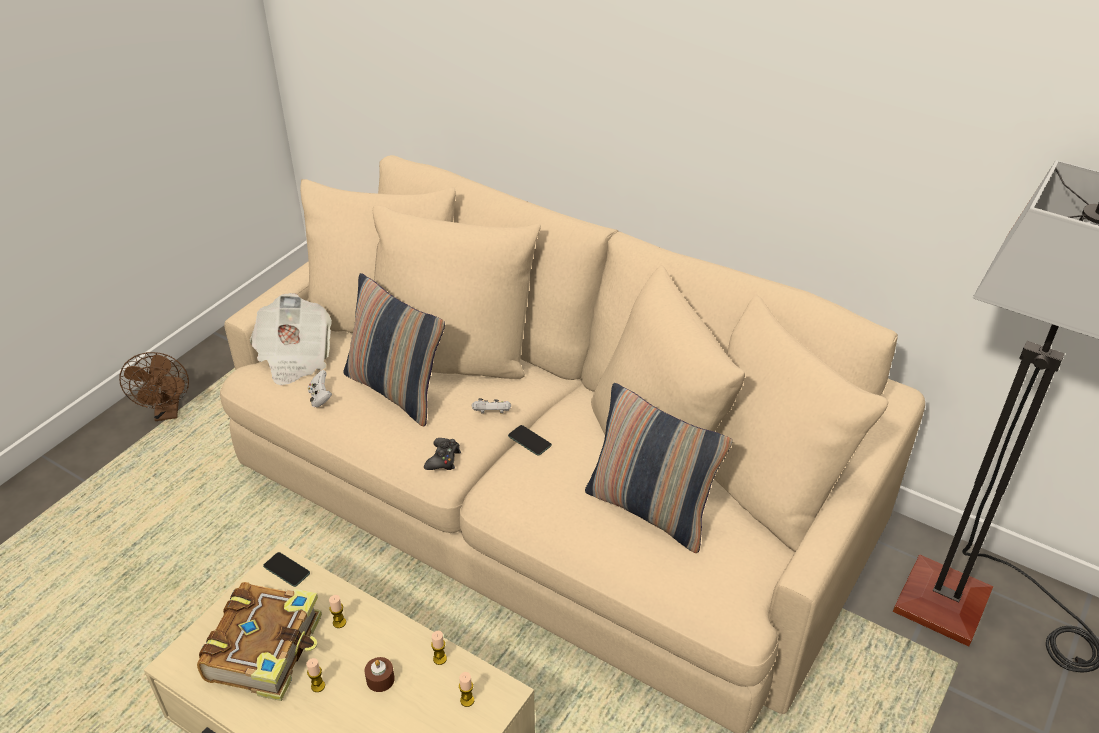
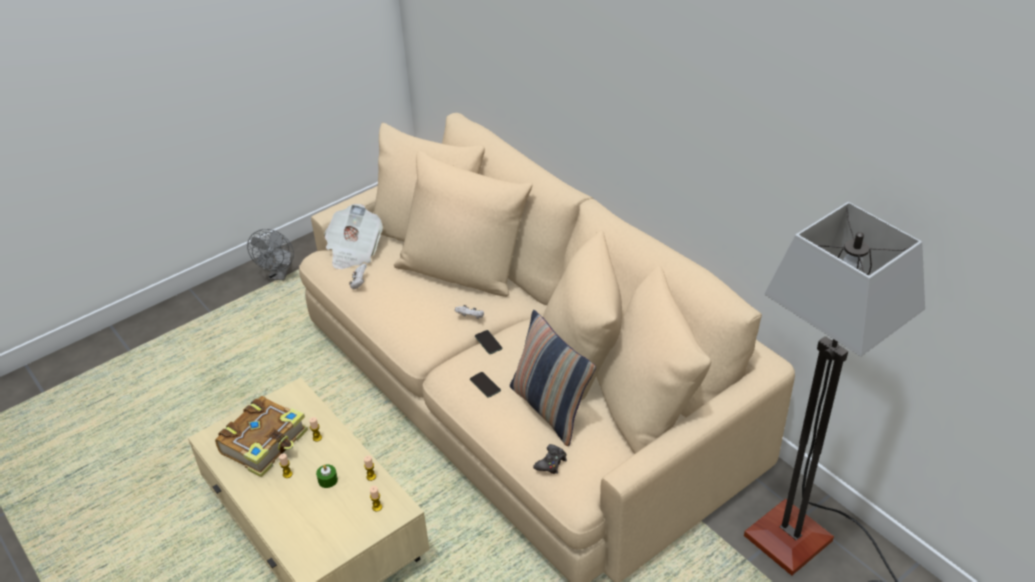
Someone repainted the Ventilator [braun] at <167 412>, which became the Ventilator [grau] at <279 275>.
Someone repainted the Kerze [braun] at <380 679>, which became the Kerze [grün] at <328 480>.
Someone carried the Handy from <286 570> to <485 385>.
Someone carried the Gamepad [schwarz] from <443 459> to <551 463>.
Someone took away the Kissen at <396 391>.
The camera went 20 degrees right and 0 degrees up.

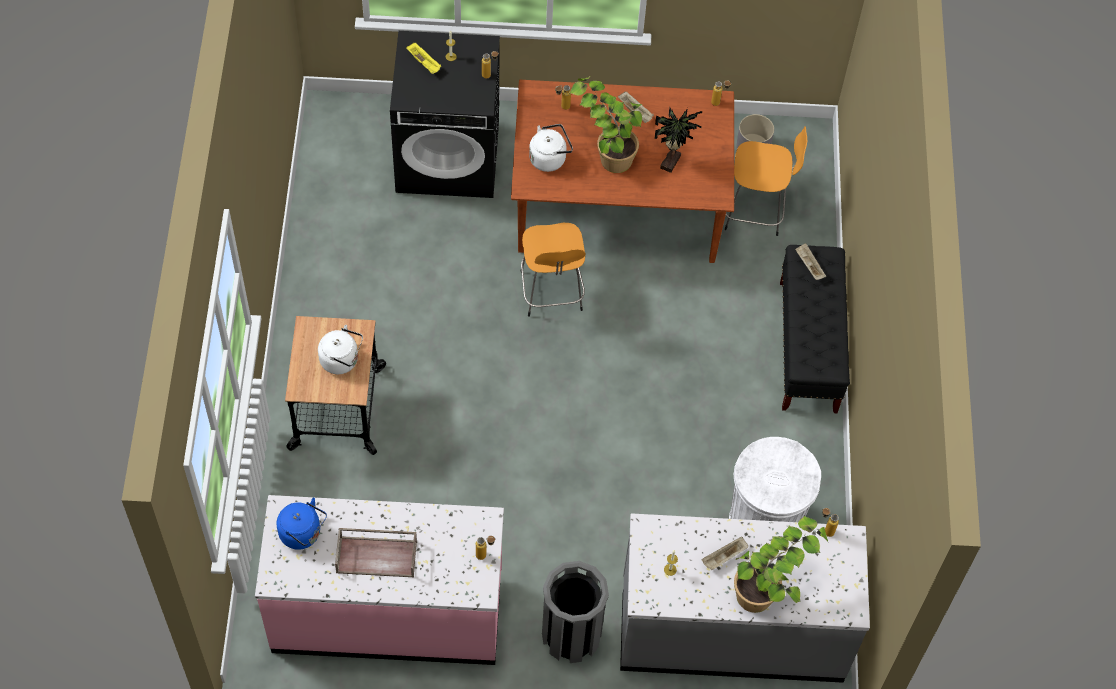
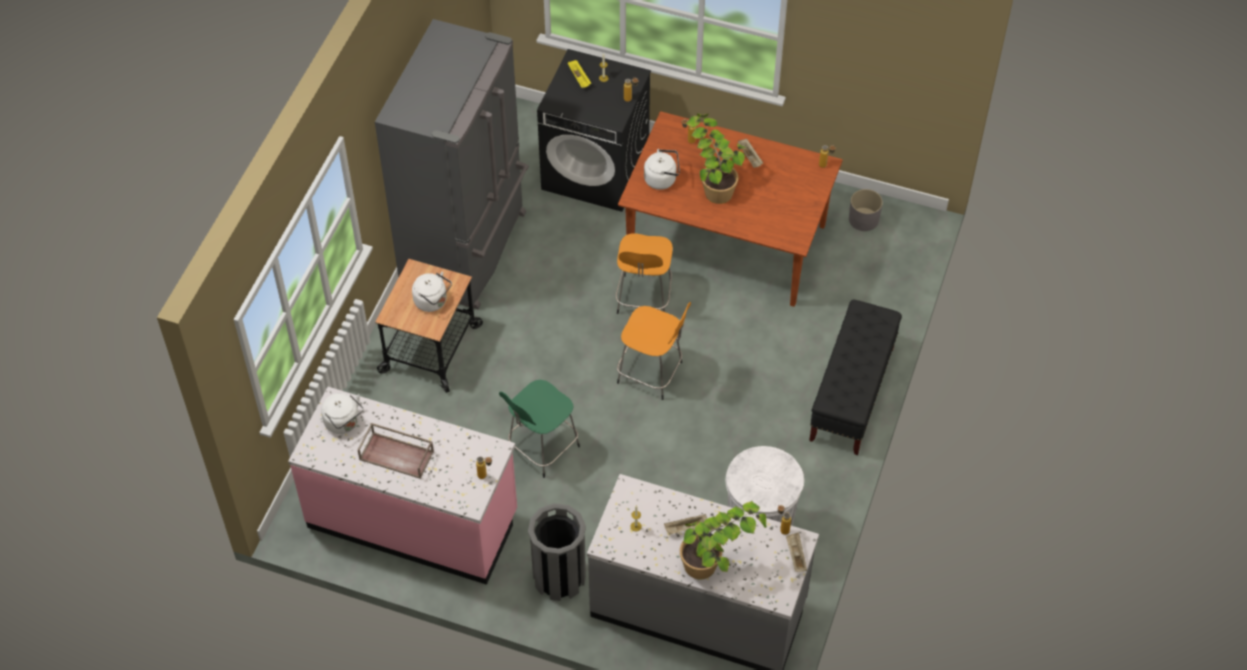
Someone repainted the Wasserkessel [blau] at <303 534>, which became the Wasserkessel [weiß] at <344 423>.
Someone put down the Kühlschrank [grau] at <467 250>.
Someone put down the Hocker [grün] at <541 448>.
Someone carried the Hocker [orange] from <755 211> to <652 373>.
Someone carried the Tablett [beige] from <809 266> to <795 555>.
Someone took away the Topfpflanze at <672 162>.
The camera went 20 degrees right and 5 degrees down.

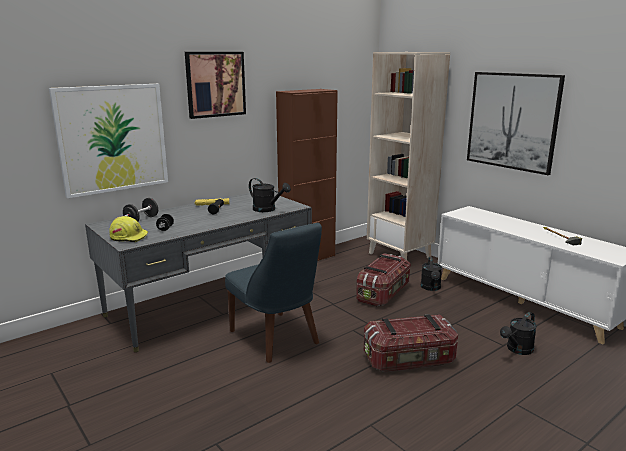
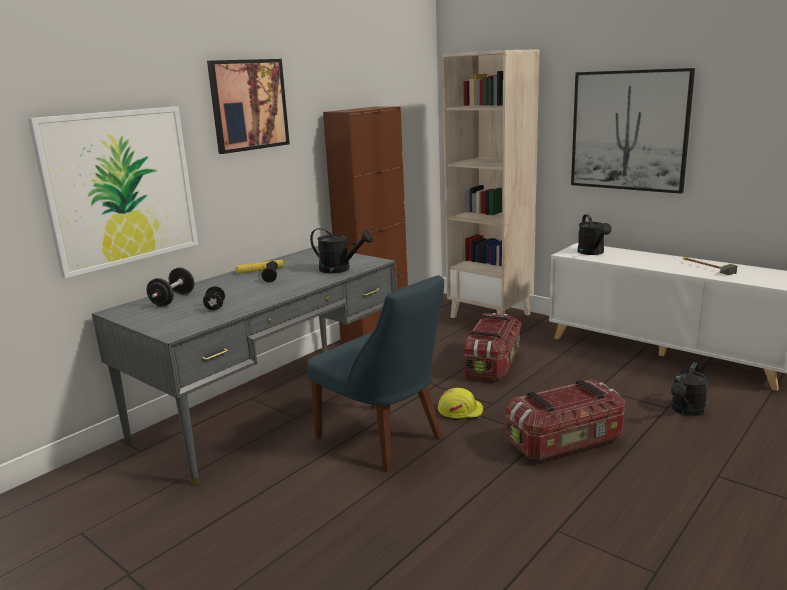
Someone carried the Schutzhelm [gelb] from <129 237> to <460 411>.
Someone carried the Gießkanne [schwarz] from <431 288> to <593 253>.
The camera went 10 degrees left and 0 degrees up.

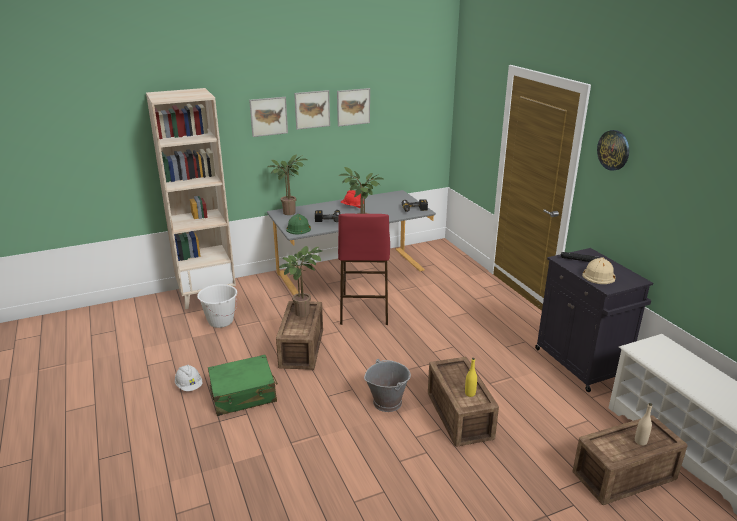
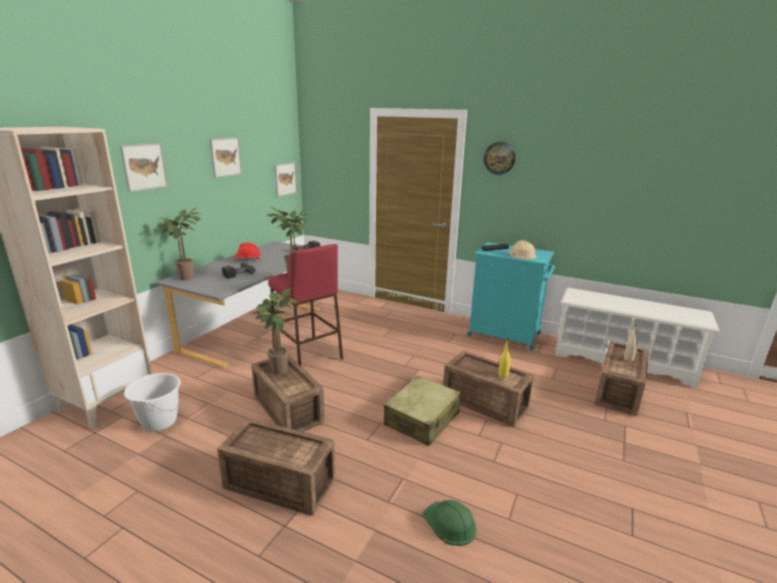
Someone swapped the Koffer [grün] at <243 394> for the Kiste at <279 482>.
Someone carried the Bild from <312 109> to <285 179>.
Someone swapped the Eimer [grau] at <387 402> for the Koffer [beige] at <422 419>.
Someone carried the Schutzhelm [grün] from <298 228> to <449 523>.
Someone repainted the Schrank [schwarz] at <581 365>, which became the Schrank [türkis] at <505 335>.
Someone took away the Schutzhelm [weiß] at <189 386>.
The camera went 40 degrees left and 5 degrees down.

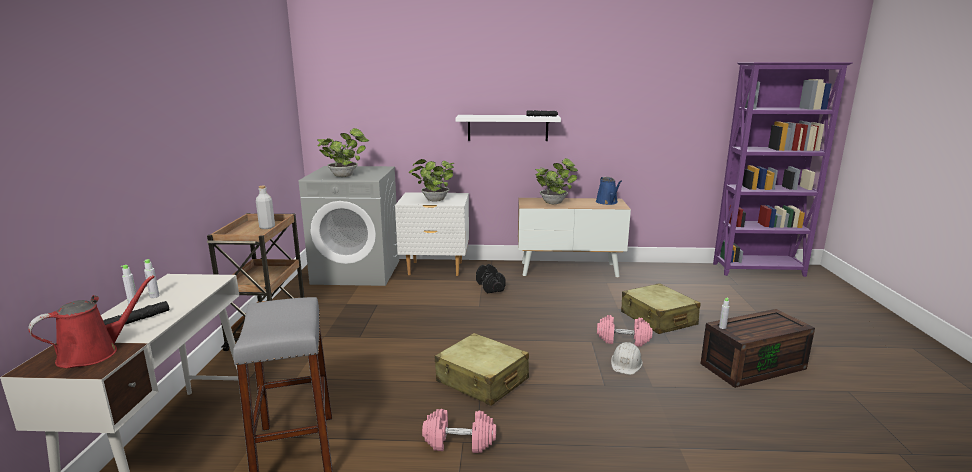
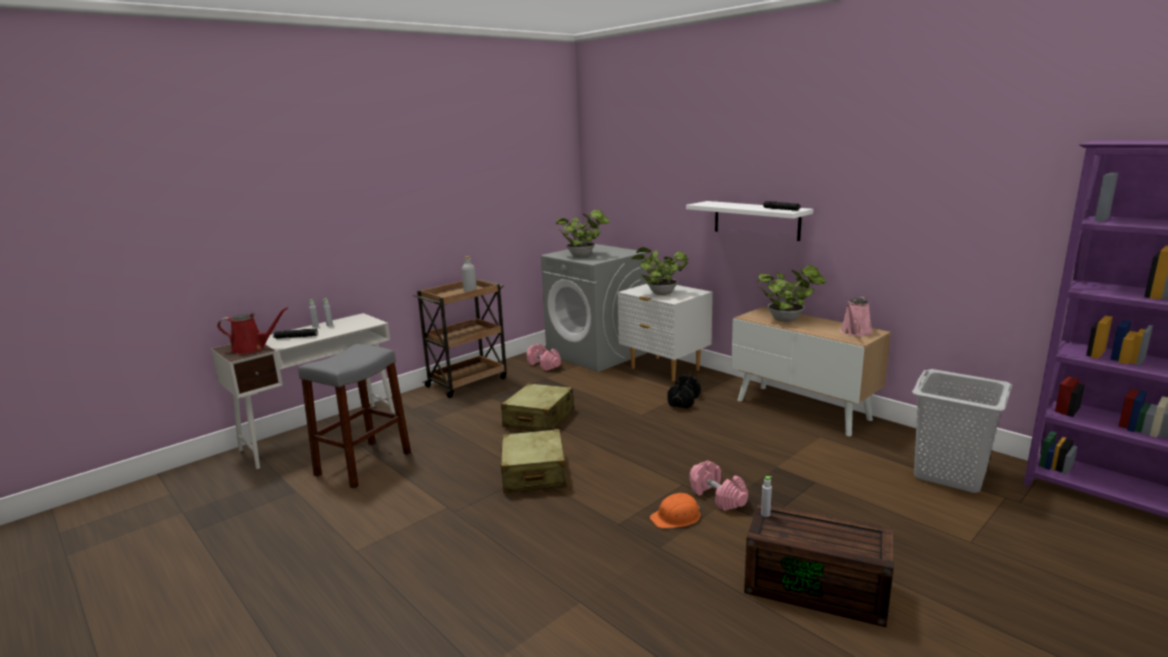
Someone carried the Koffer [beige] from <658 319> to <538 419>.
Someone carried the Hantel [rosa] from <459 442> to <544 365>.
Someone repainted the Schutzhelm [weiß] at <626 363>, which became the Schutzhelm [orange] at <676 517>.
Someone repainted the Gießkanne [blau] at <607 202>, which became the Gießkanne [rosa] at <855 332>.
Someone put down the Wäschekorb [grau] at <950 475>.
The camera went 45 degrees right and 0 degrees up.

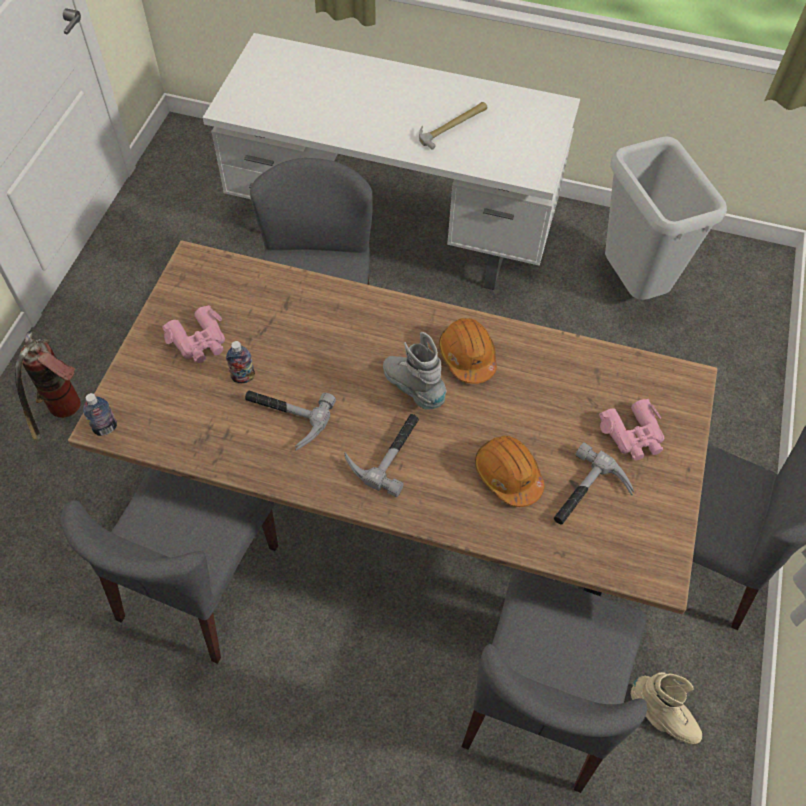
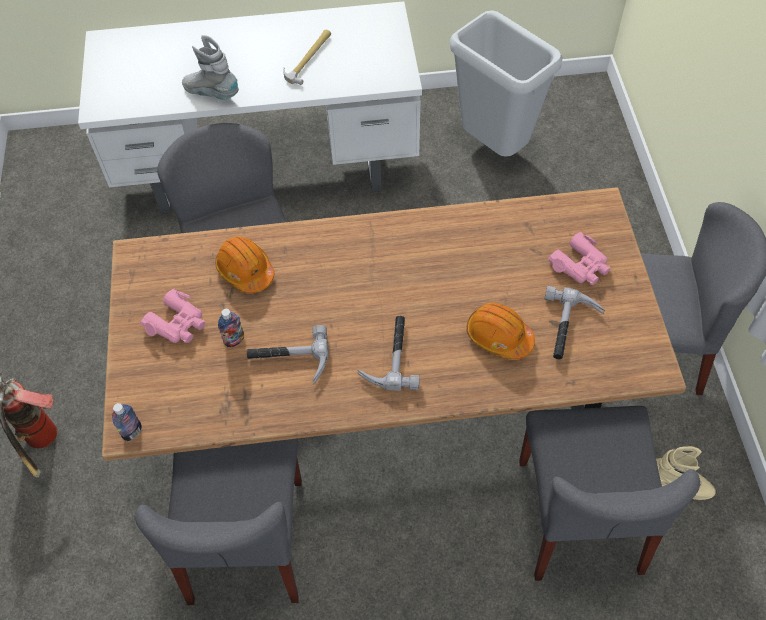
Someone carried the Stiefel [grau] from <413 388> to <212 93>.
Someone carried the Schutzhelm [orange] from <467 356> to <245 270>.
The camera went 20 degrees left and 0 degrees up.

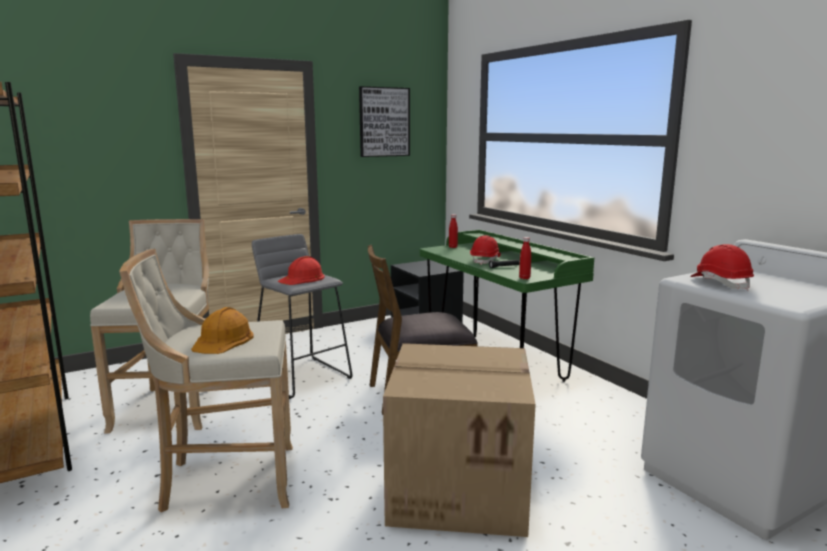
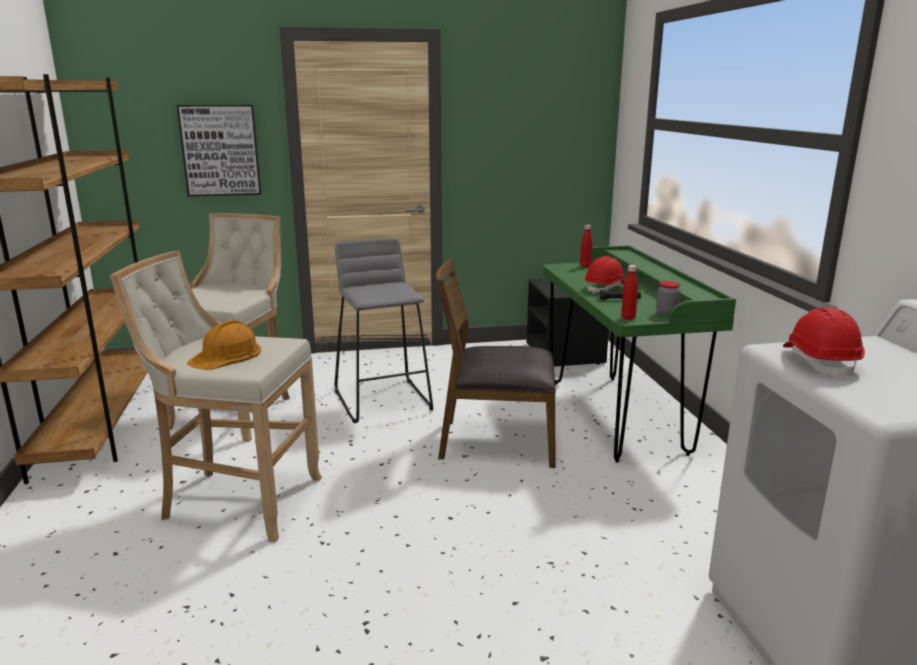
Someone carried the Bild from <384 122> to <220 150>.
Someone put down the Vorratsglas at <666 313>.
Someone took away the Schutzhelm [rot] at <302 278>.
Someone took away the Karton at <460 488>.
The camera went 20 degrees right and 5 degrees up.

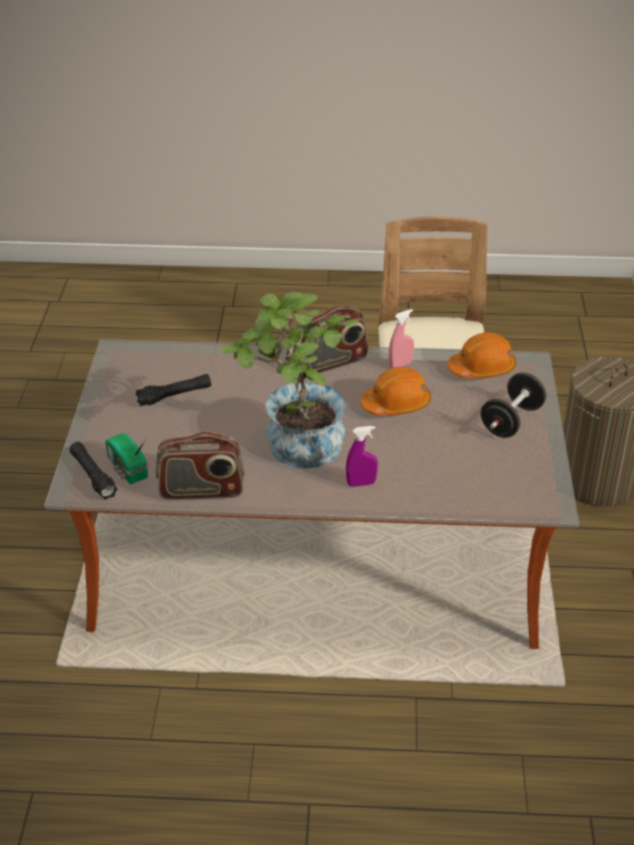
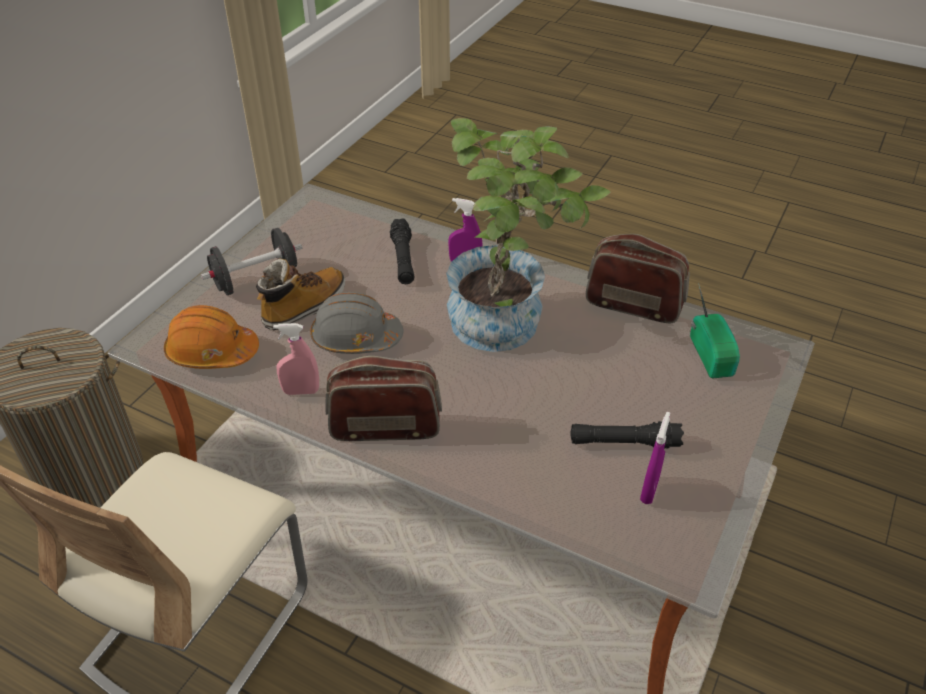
Someone put down the Stiefel at <304 307>.
Someone repainted the Schutzhelm [orange] at <396 404>, which became the Schutzhelm [grau] at <356 338>.
Someone carried the Taschenlampe [schwarz] from <93 476> to <403 259>.
Someone put down the Sprühflasche [lila] at <649 490>.
The camera went 155 degrees left and 5 degrees up.

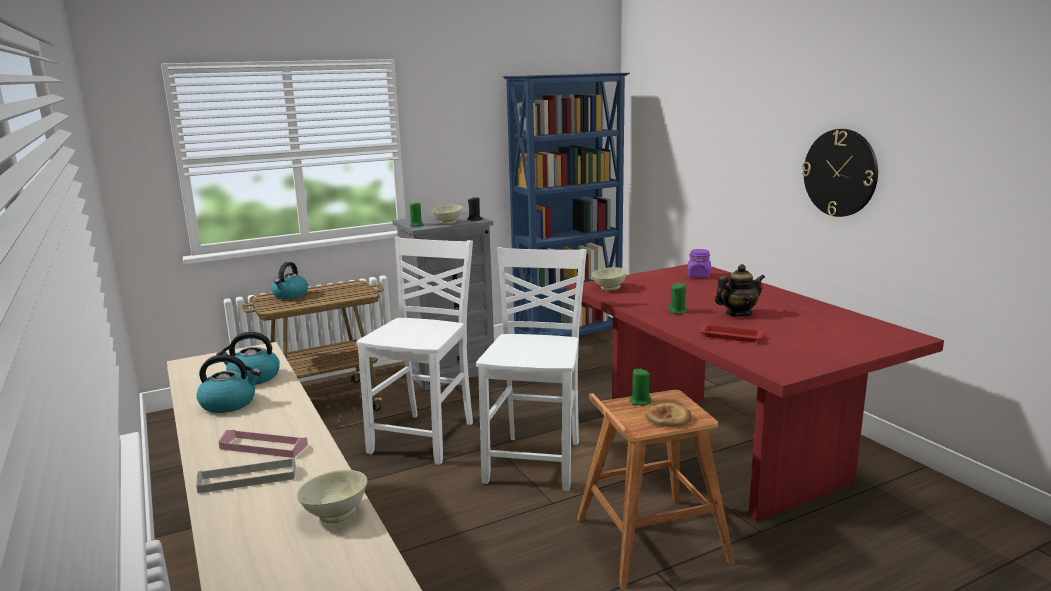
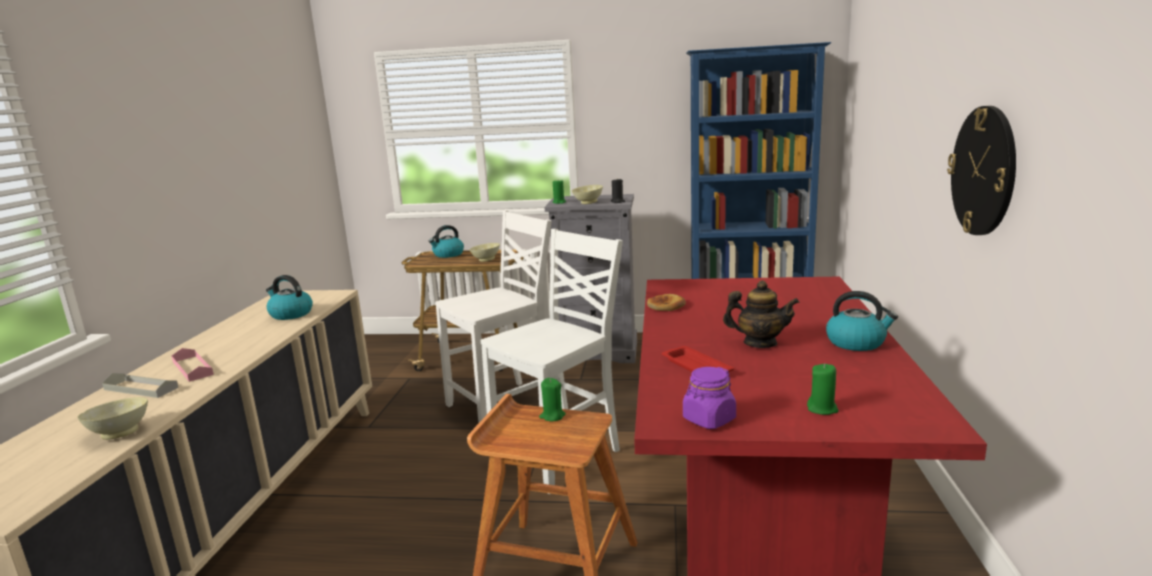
Someone carried the Schüssel [beige] from <609 288> to <485 260>.
Someone carried the Brot from <669 419> to <666 306>.
Someone carried the Vorratsglas [lila] from <698 276> to <709 419>.
Someone carried the Kerze [grün] from <678 311> to <822 409>.
Someone carried the Wasserkessel from <229 403> to <856 342>.
The camera went 35 degrees right and 0 degrees up.

